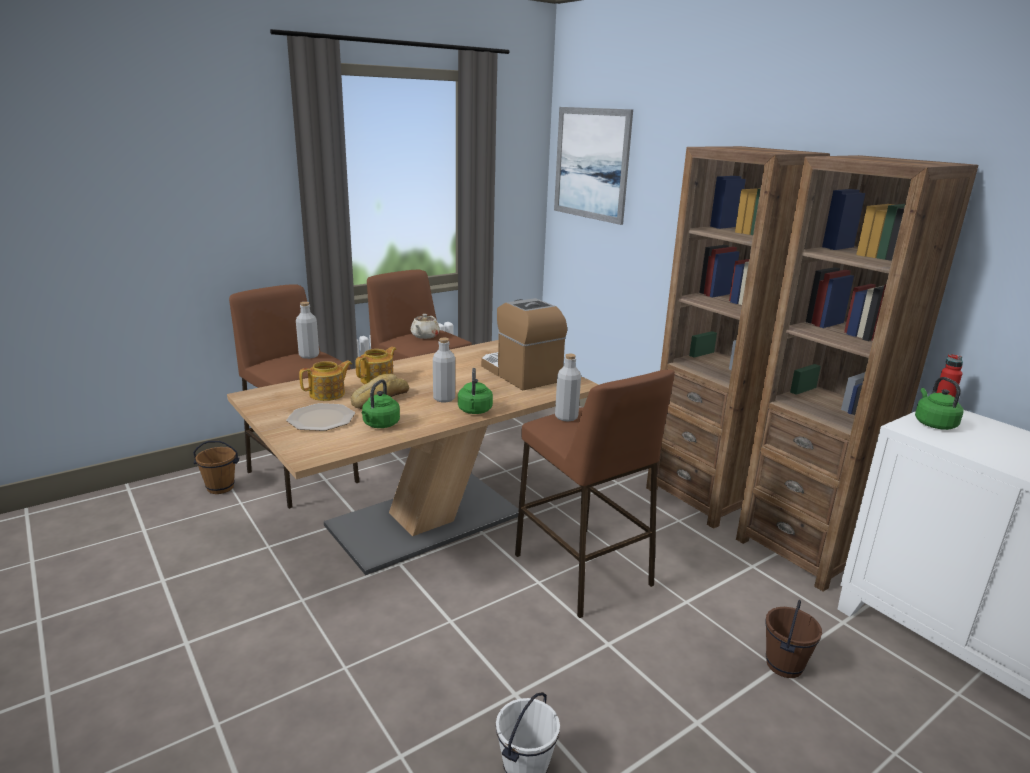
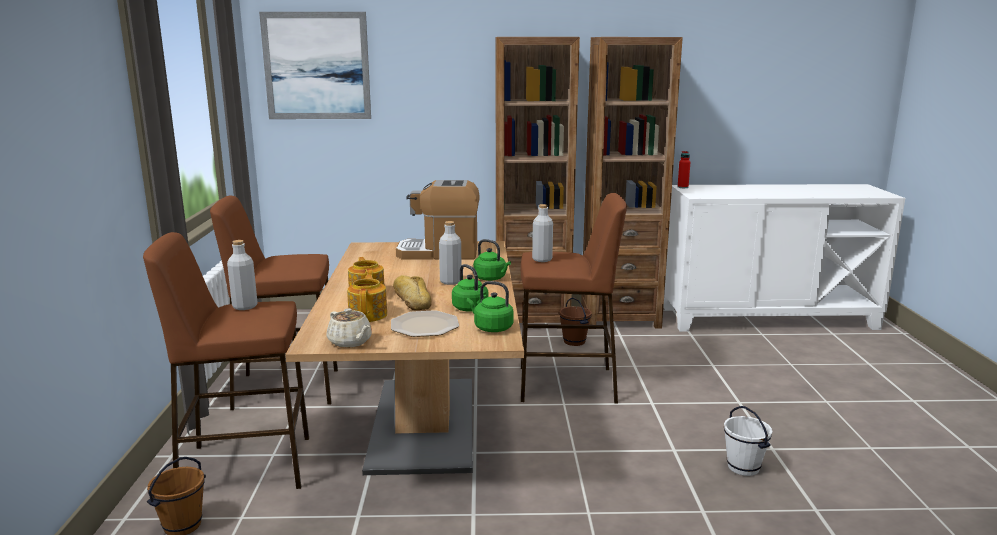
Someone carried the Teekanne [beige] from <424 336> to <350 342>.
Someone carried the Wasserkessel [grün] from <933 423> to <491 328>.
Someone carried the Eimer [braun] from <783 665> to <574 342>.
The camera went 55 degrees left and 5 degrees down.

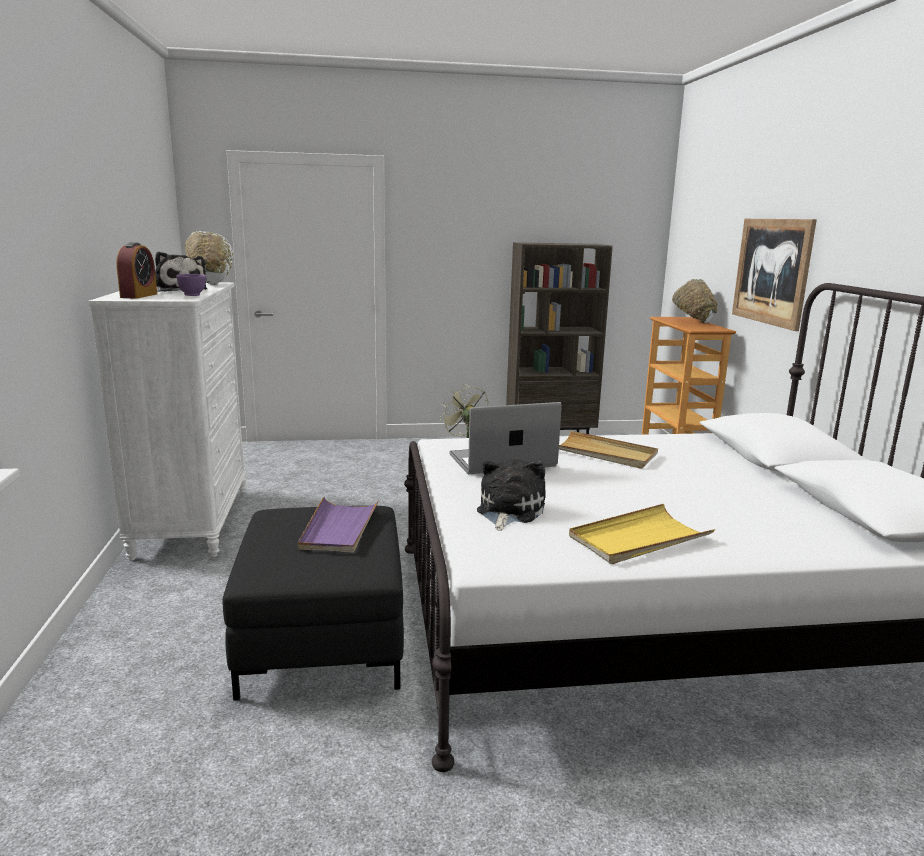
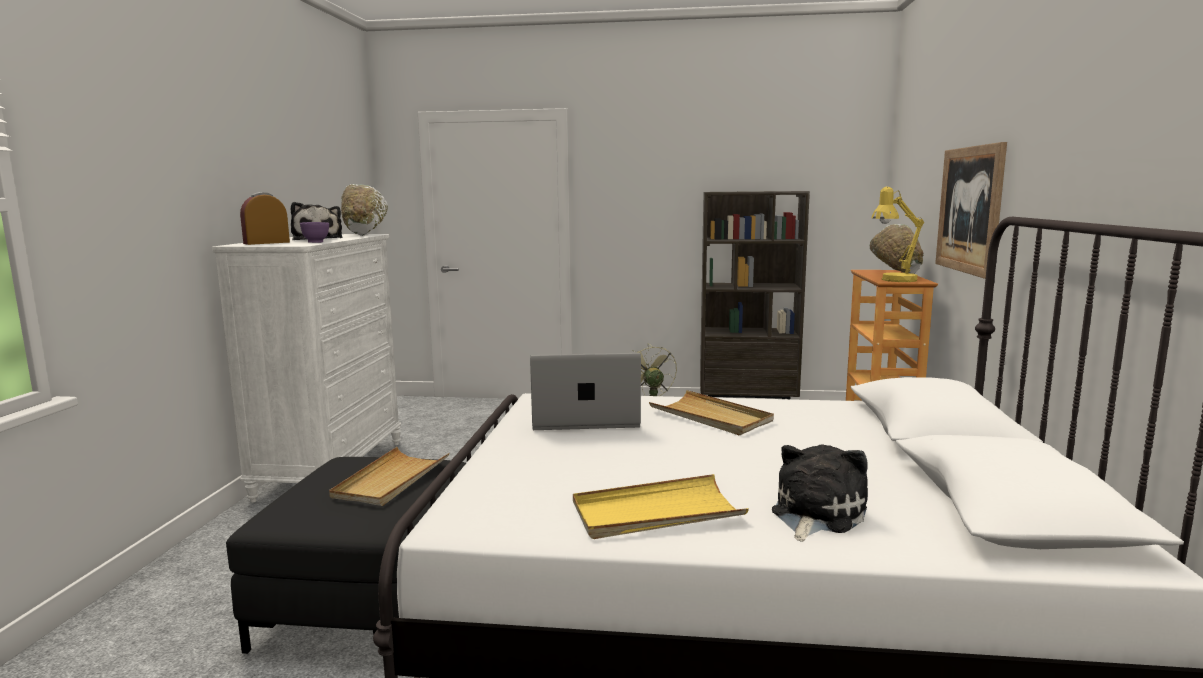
Someone rotated the Wecker at <139 296> by 150 degrees counterclockwise.
Someone repainted the Tablett [lila] at <339 528>, which became the Tablett [beige] at <391 480>.
Someone carried the Plüschtier from <508 511> to <815 514>.
Someone put down the Tischlampe [gelb] at <893 280>.
The camera went 15 degrees right and 5 degrees down.

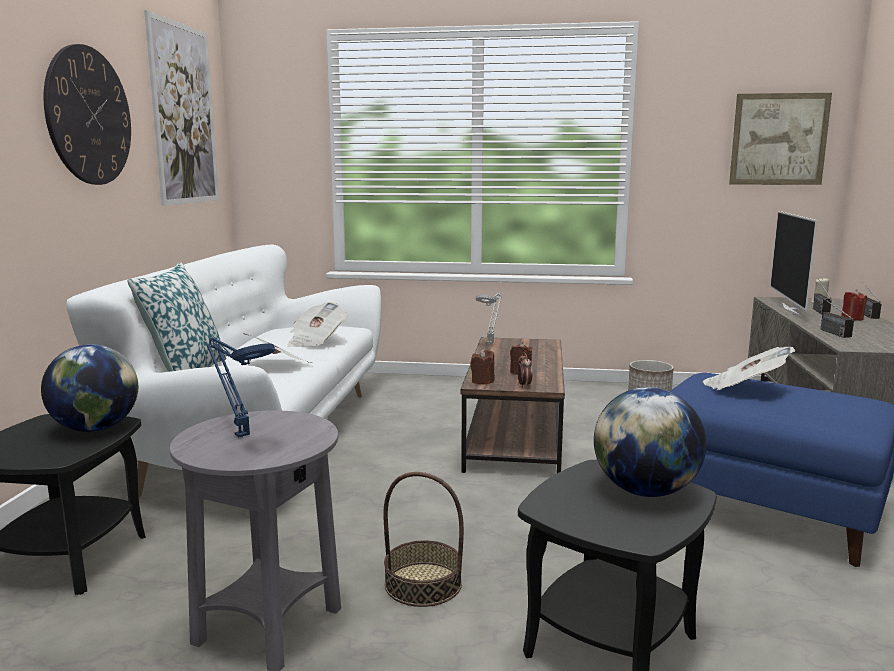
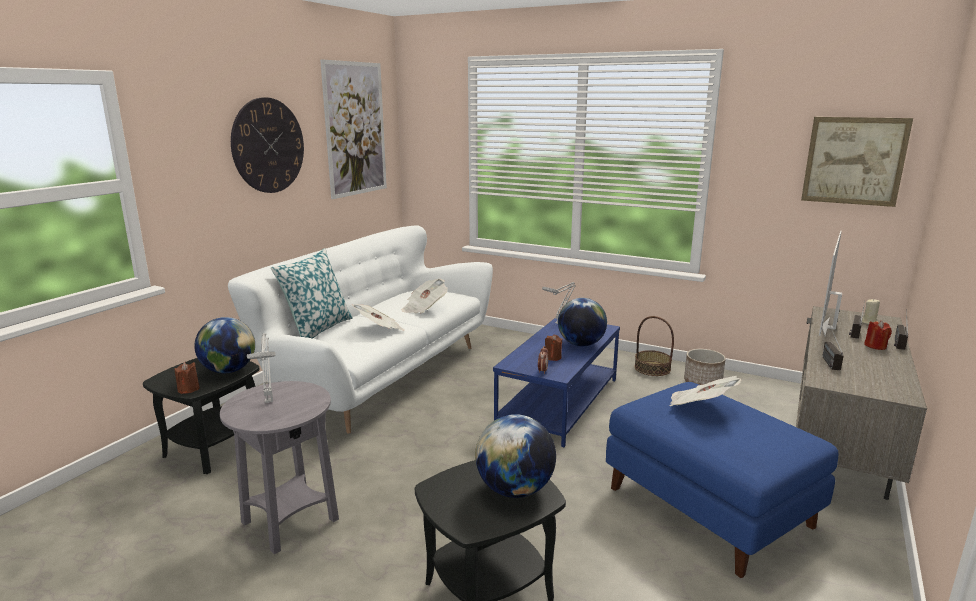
Someone carried the Kerze [braun] from <482 381> to <188 389>.
Someone repainted the Tischlampe [blau] at <240 434>, which became the Tischlampe [grau] at <269 400>.
Someone repainted the Couchtisch [braun] at <514 435>, which became the Couchtisch [blau] at <559 402>.
Someone put down the Globus at <581 344>.
Someone carried the Korb from <423 584> to <652 368>.
The camera went 20 degrees right and 5 degrees up.

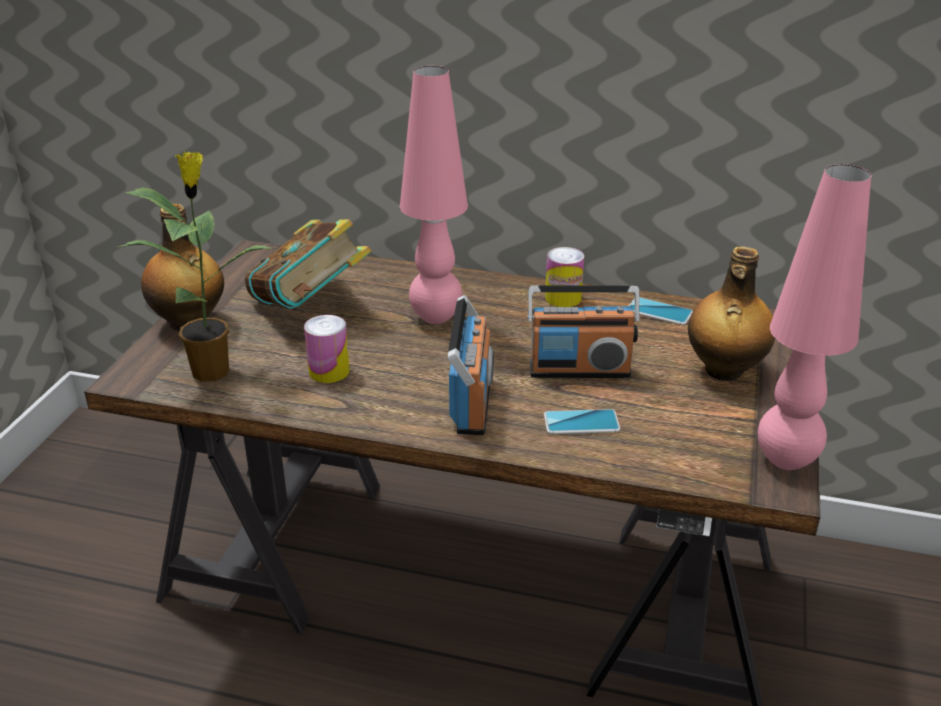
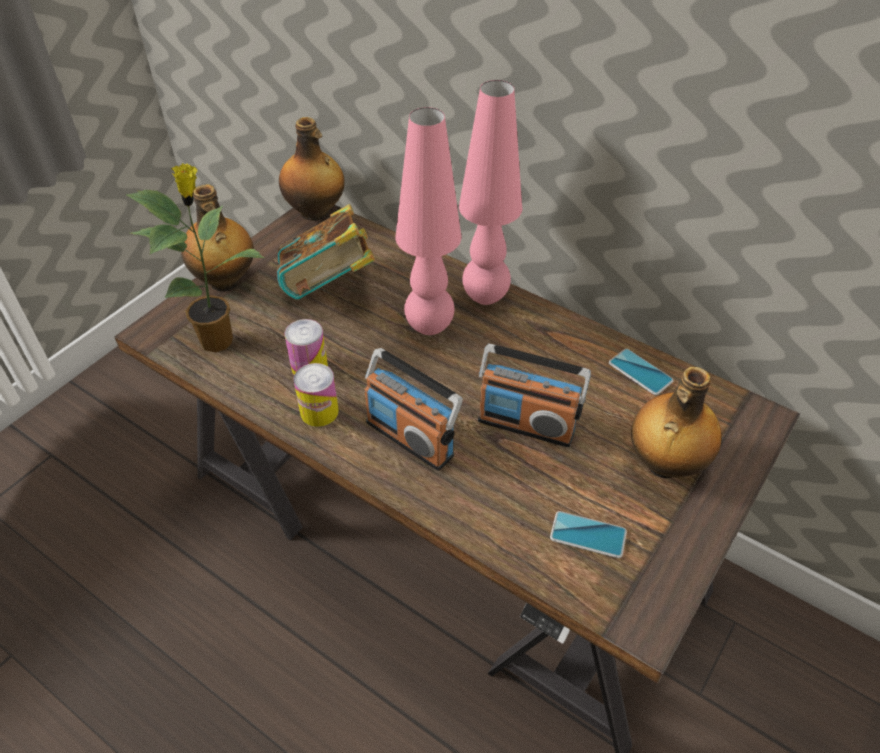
Someone put down the Flasche at <316 212>.
Someone carried the Dose from <563 298> to <319 411>.
Someone rotated the Radio at <472 403> by 105 degrees clockwise.
Someone carried the Tischlampe [rosa] from <786 460> to <485 297>.
Someone carried the Handy from <581 423> to <588 535>.
The camera went 20 degrees right and 15 degrees up.

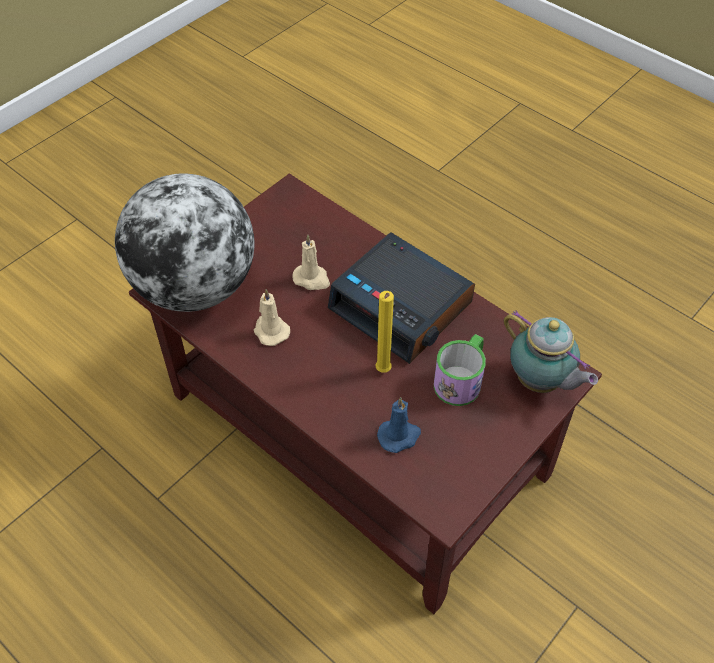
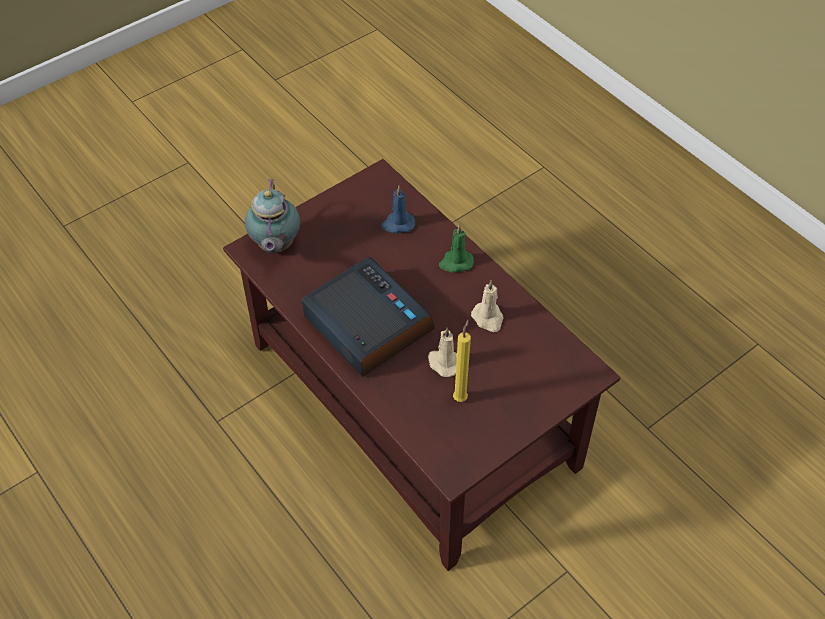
Someone rotated the Teekanne at <540 382> by 150 degrees counterclockwise.
Someone put down the Kerze [grün] at <455 262>.
Someone carried the Kerze [gelb] from <382 372> to <461 397>.
Someone took away the Globus at <195 287>.
Someone took away the Henkelbecher at <461 379>.
The camera went 170 degrees left and 0 degrees up.

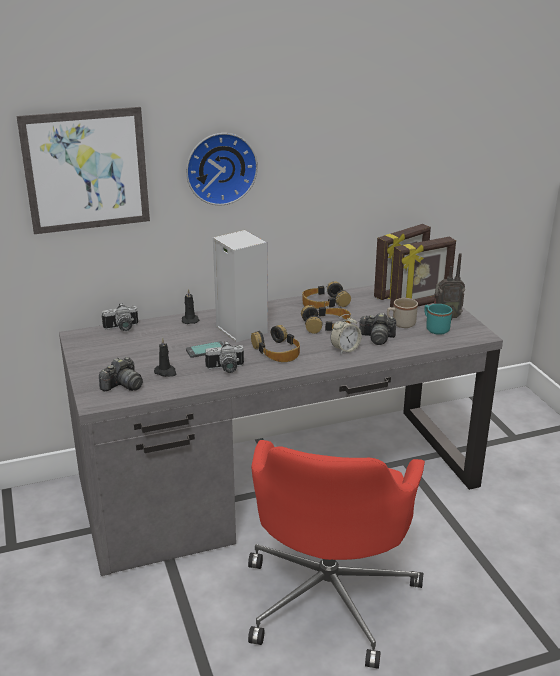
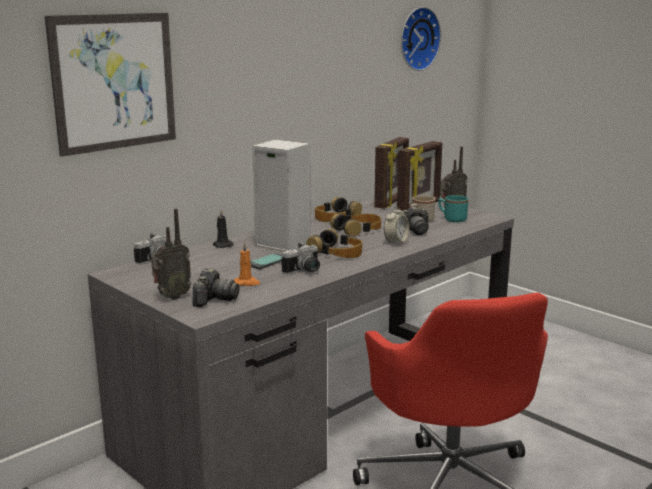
Someone put down the Radio at <171 297>.
Someone repainted the Kerze [schwarz] at <166 372>, which became the Kerze [orange] at <247 283>.
Someone carried the Wanduhr from <220 167> to <417 38>.
The camera went 25 degrees left and 10 degrees down.

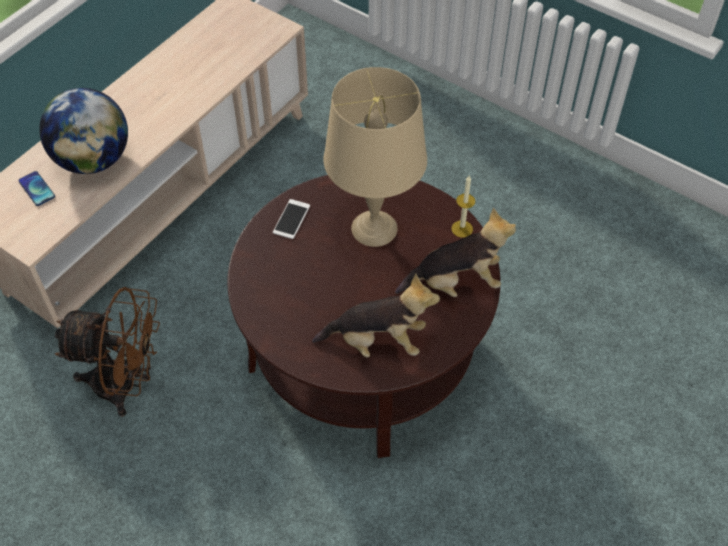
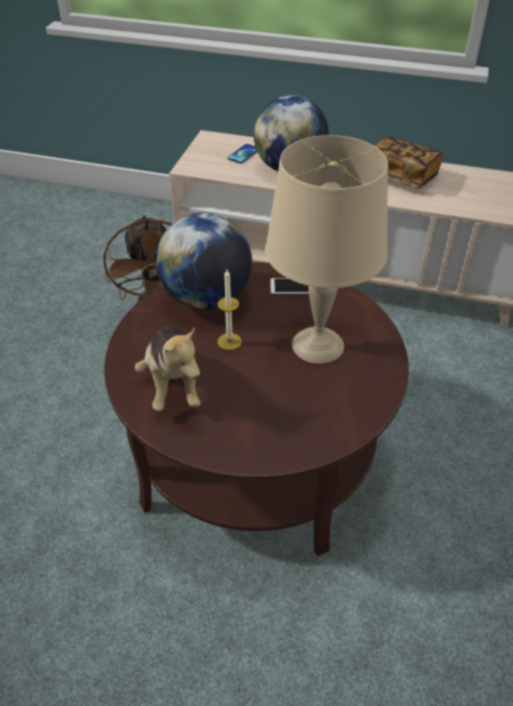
Someone put down the Globus at <206 298>.
Someone carried the Kerze from <462 229> to <229 341>.
Someone put down the Buch at <402 176>.
Someone took away the Plüschtier at <456 282>.
The camera went 70 degrees right and 10 degrees down.

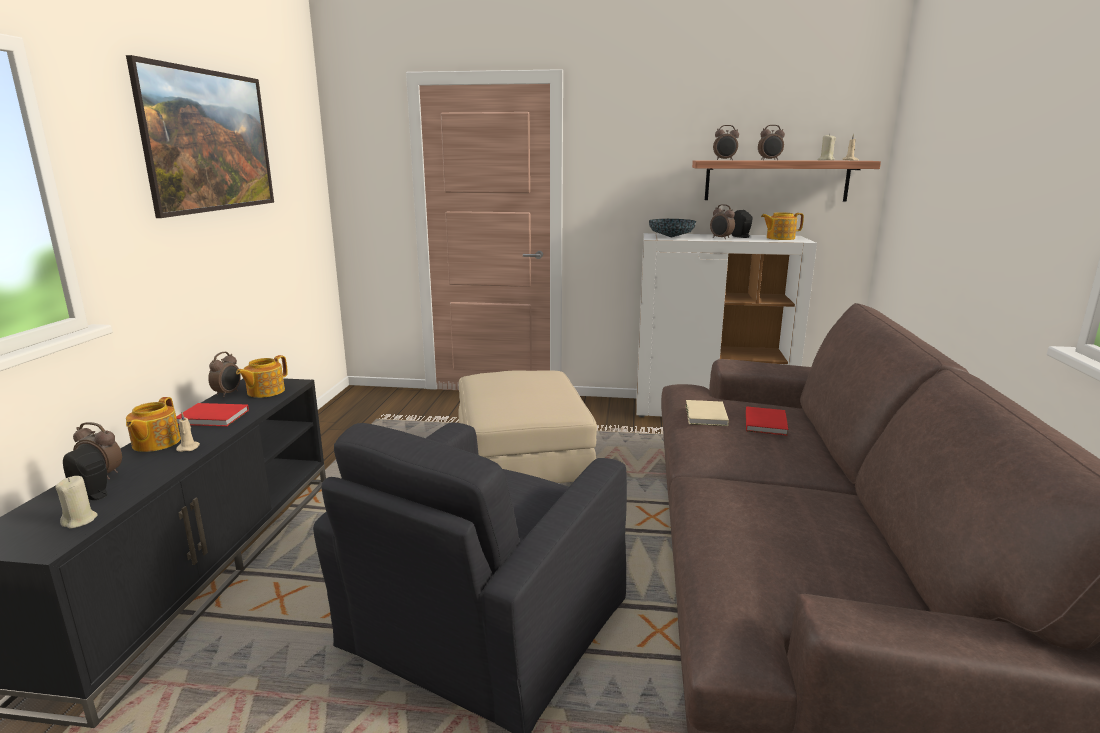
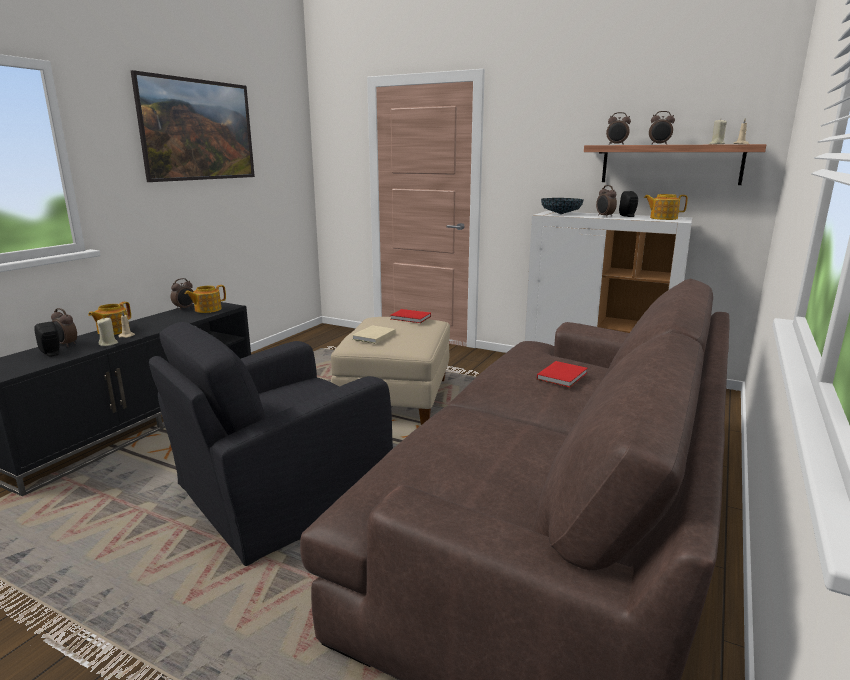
Someone carried the Kerze [beige] from <80 521> to <108 344>.
Someone carried the Buch [beige] from <705 416> to <373 336>.
Someone carried the Buch [rot] from <213 418> to <411 318>.
The camera went 20 degrees right and 0 degrees up.

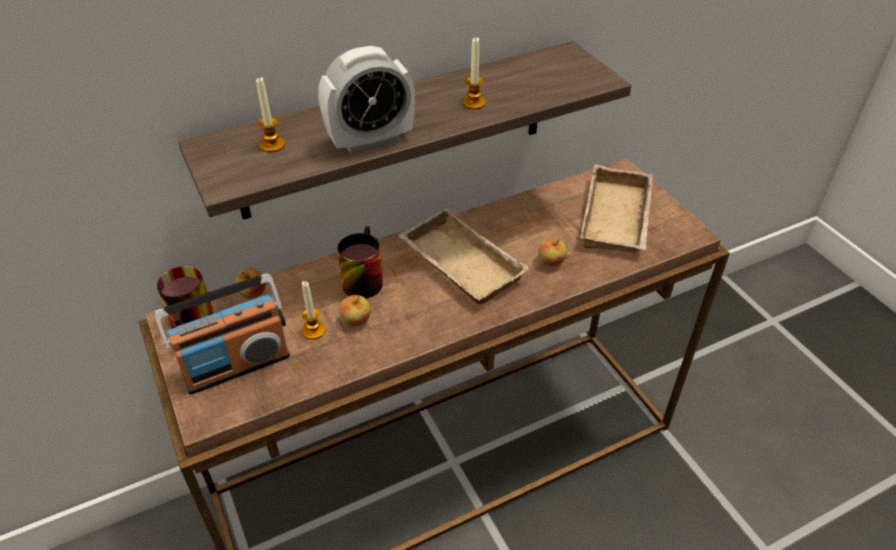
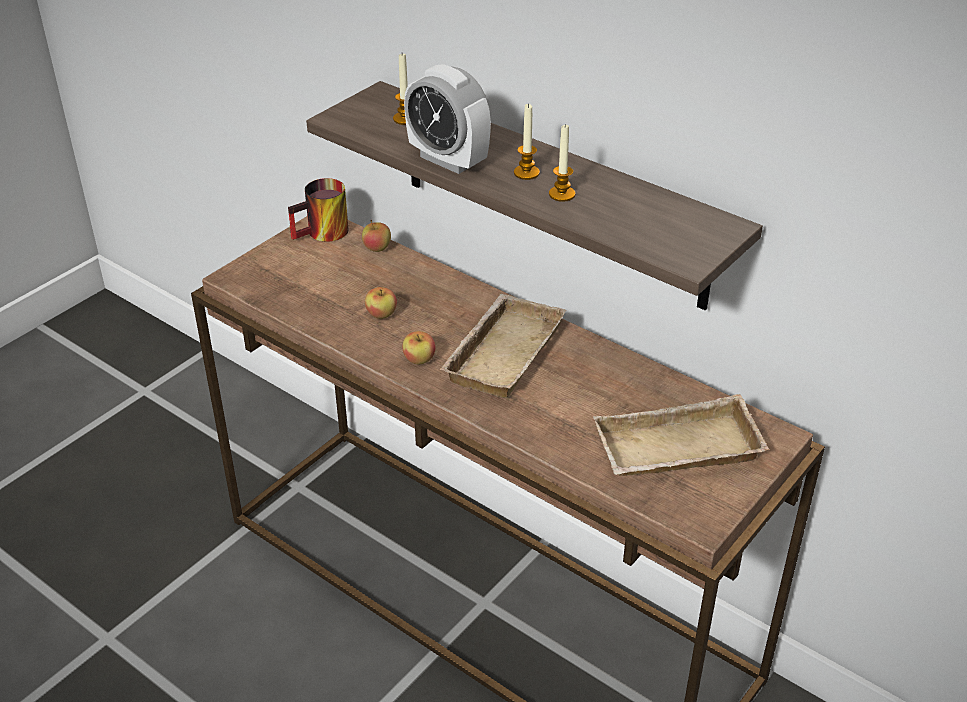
Someone carried the Apfel from <551 262> to <419 360>.
Someone carried the Kerze from <313 330> to <526 173>.
Someone took away the Radio at <236 365>.
Someone took away the Henkelbecher at <360 278>.
The camera went 65 degrees right and 5 degrees down.

